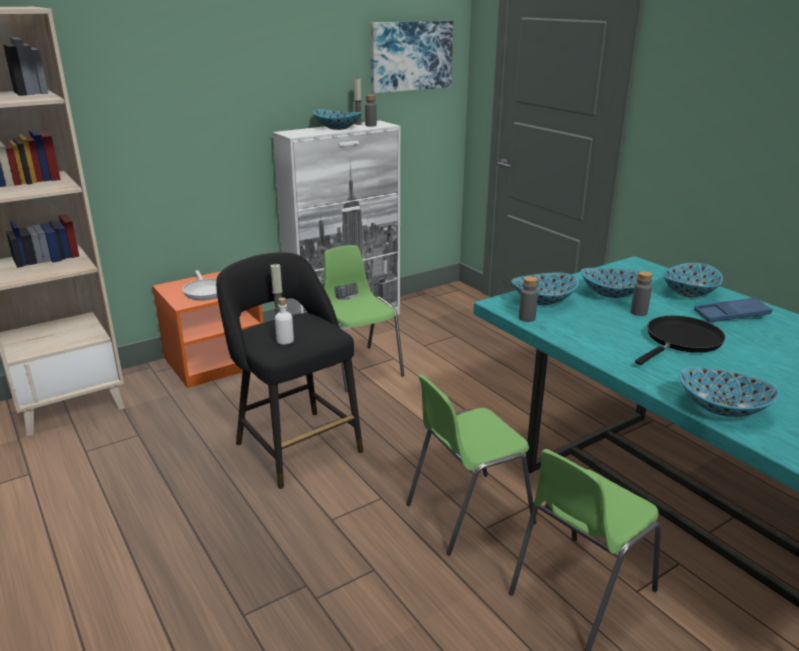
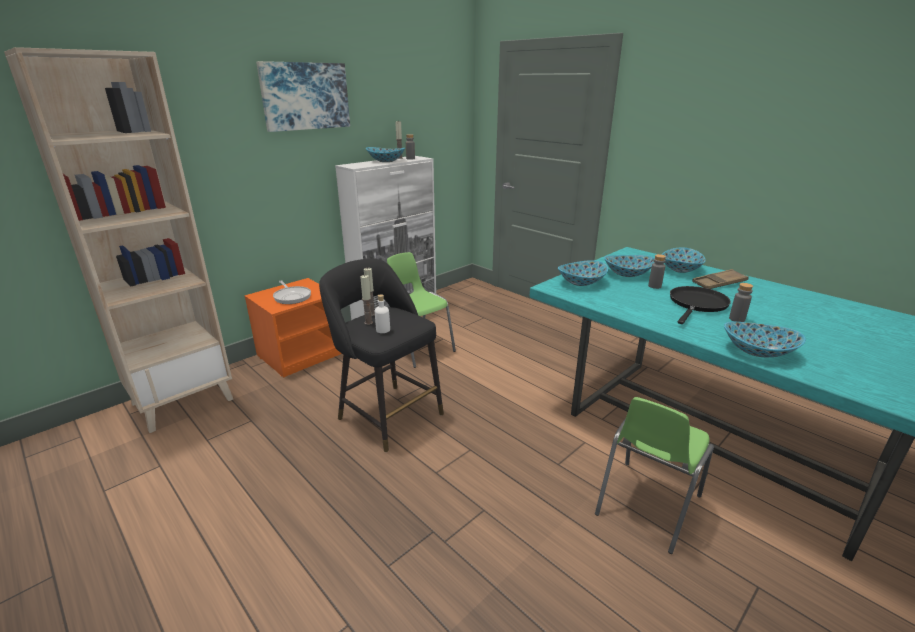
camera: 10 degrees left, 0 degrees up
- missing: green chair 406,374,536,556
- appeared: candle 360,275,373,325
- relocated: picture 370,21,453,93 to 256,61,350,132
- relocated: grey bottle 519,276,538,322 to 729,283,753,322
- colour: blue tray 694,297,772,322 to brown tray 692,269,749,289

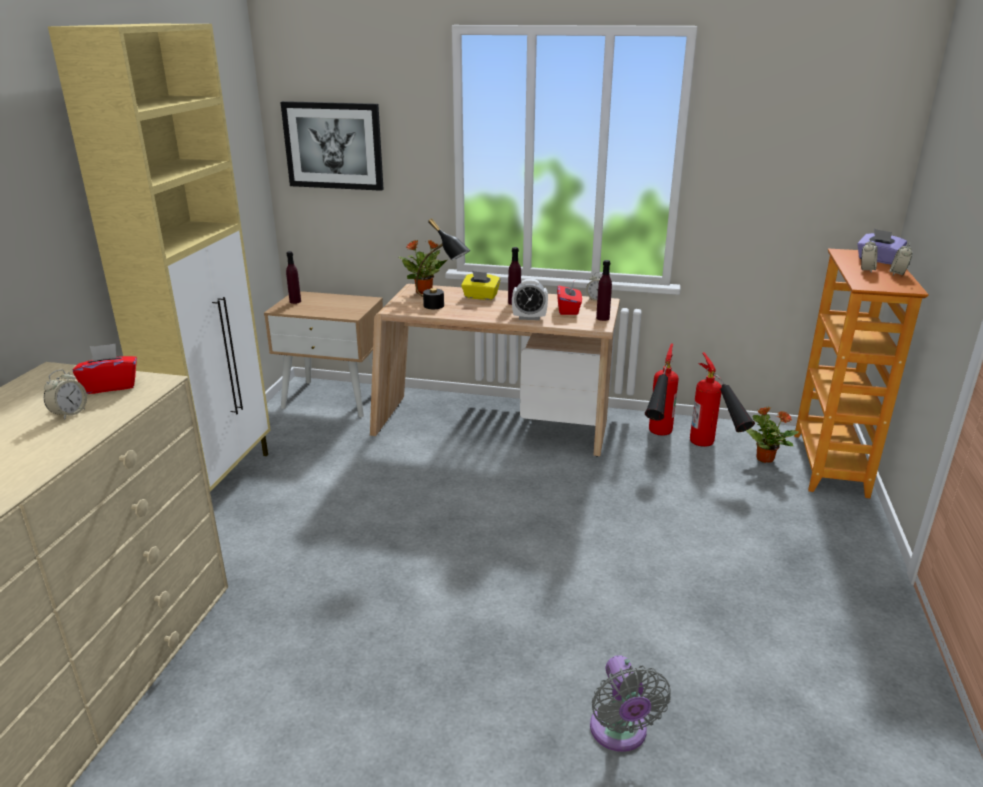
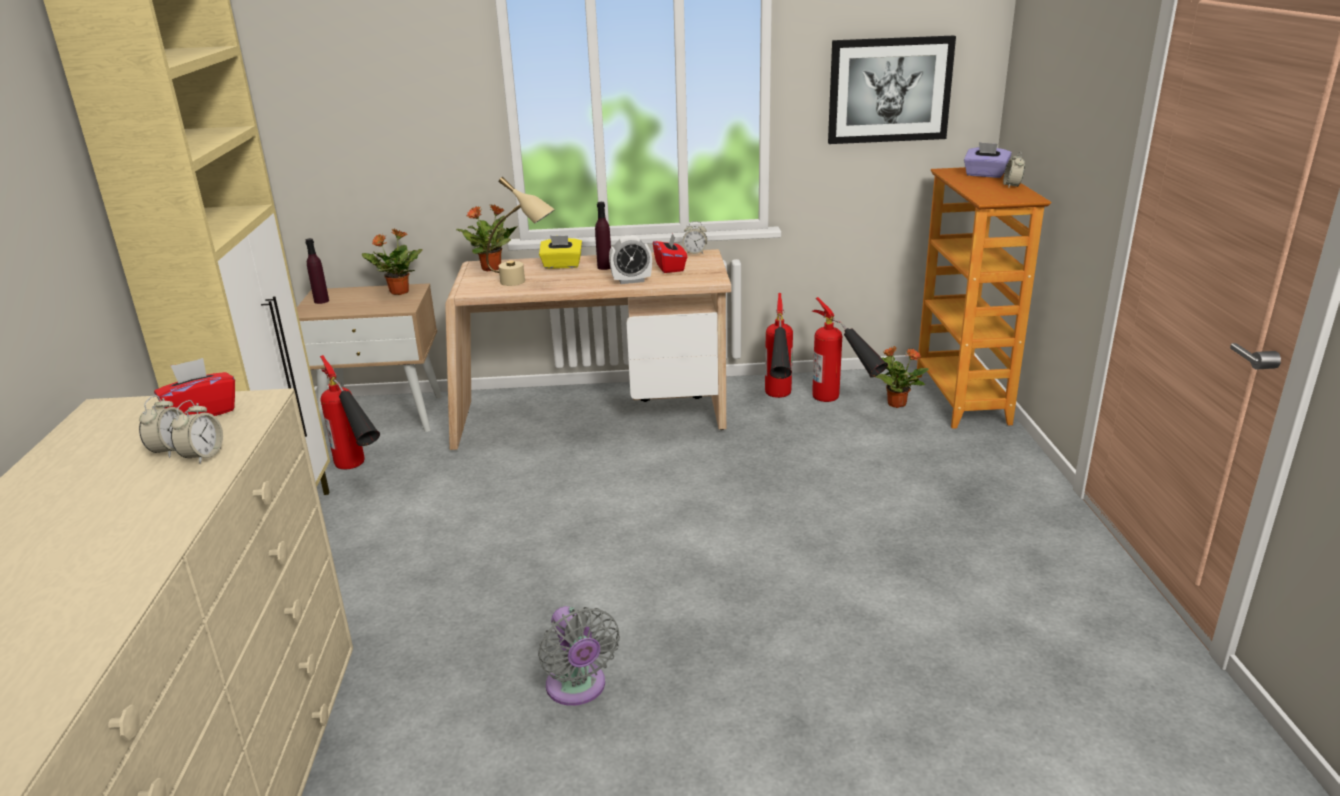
camera: 15 degrees left, 0 degrees up
- missing: purple bottle 596,260,612,321
- appeared: fire extinguisher 320,355,380,469
- appeared: potted plant 362,229,423,295
- relocated: picture 280,101,384,191 to 828,36,956,144
- relocated: grey fan 590,655,671,752 to 538,606,620,706
- relocated: alarm clock 861,238,878,272 to 171,400,223,464
- colour: black table lamp 416,218,470,309 to beige table lamp 486,177,555,286

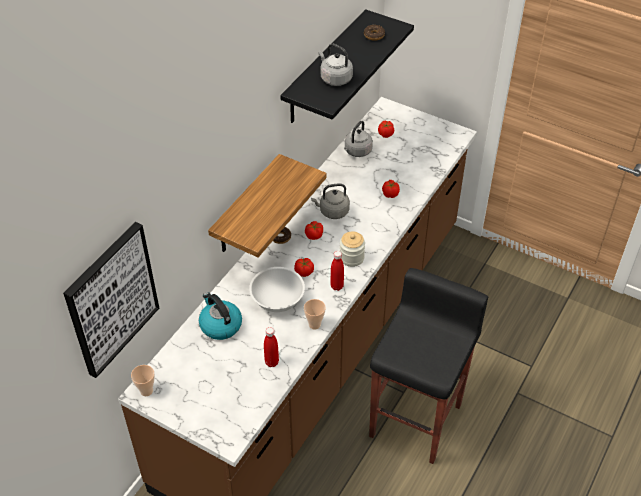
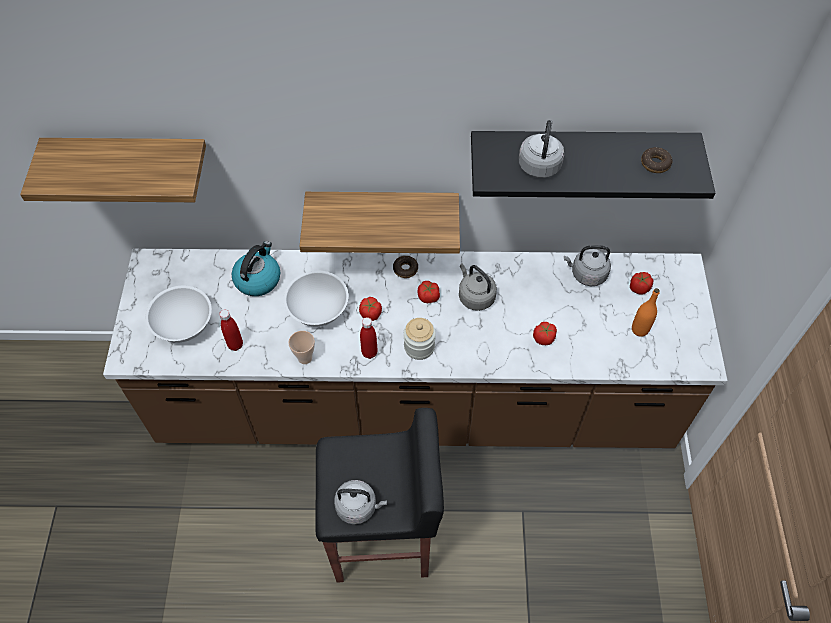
camera: 60 degrees right, 10 degrees up
- missing: cup 131,365,155,396
- appeared: white bowl 145,286,212,343
- appeared: grey kettle 334,480,387,524
- appeared: orange bottle 632,288,660,337
- exchanged: picture 63,222,159,378 to shelf 20,138,206,202

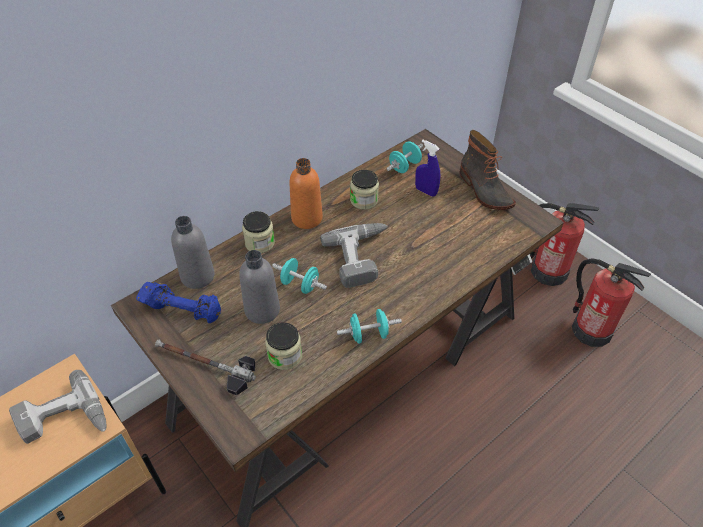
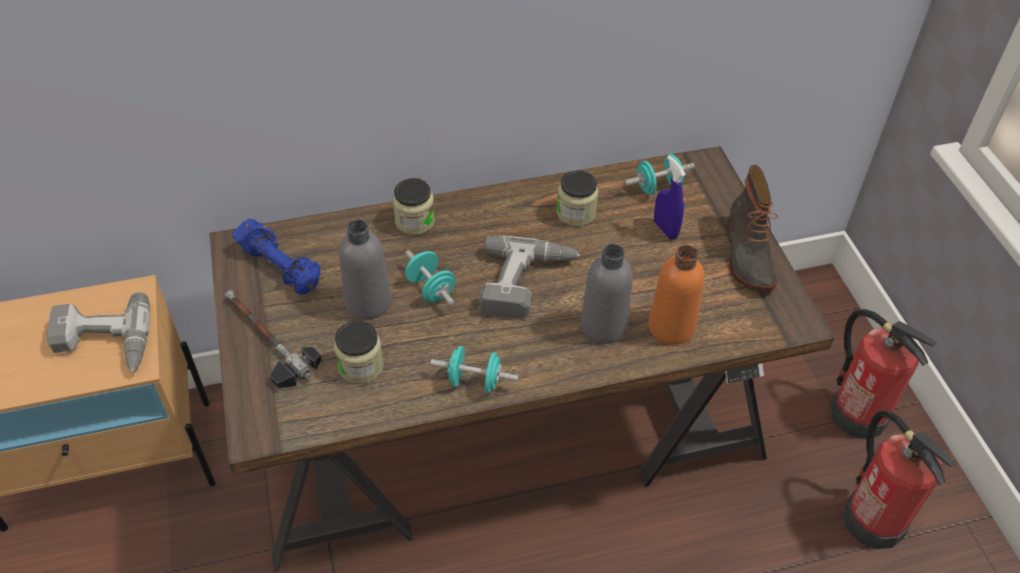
camera: 25 degrees right, 0 degrees up
- relocated: grey bottle 171,216,214,289 to 580,244,633,344
- relocated: orange bottle 289,158,323,229 to 648,245,705,345

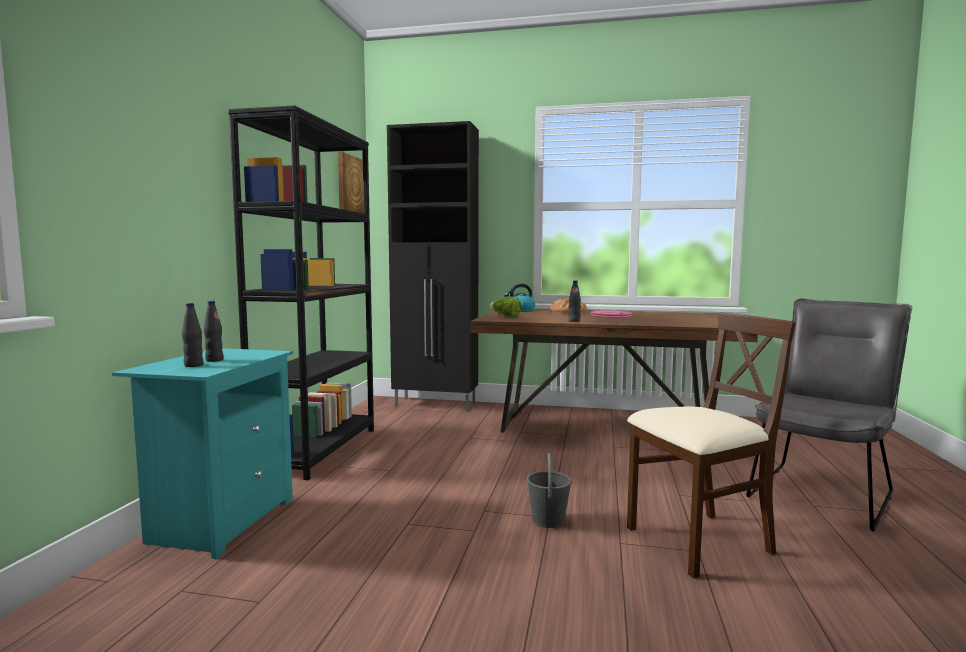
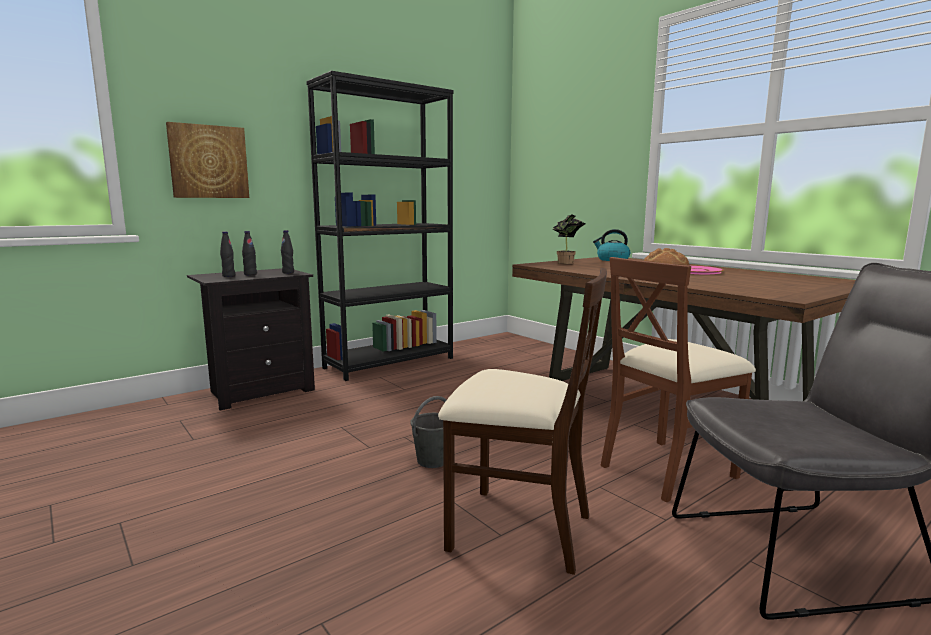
camera: 40 degrees right, 5 degrees up
- missing: black cabinet 387,121,479,411
- appeared: brown chair 601,257,756,502
- relocated: picture 338,152,364,213 to 166,122,249,198
- relocated: black bottle 568,280,581,322 to 281,230,294,273
- exchanged: lettuce 489,297,522,317 to potted plant 553,214,585,264
- colour: turquoise nightstand 112,348,293,559 to black nightstand 187,268,315,411

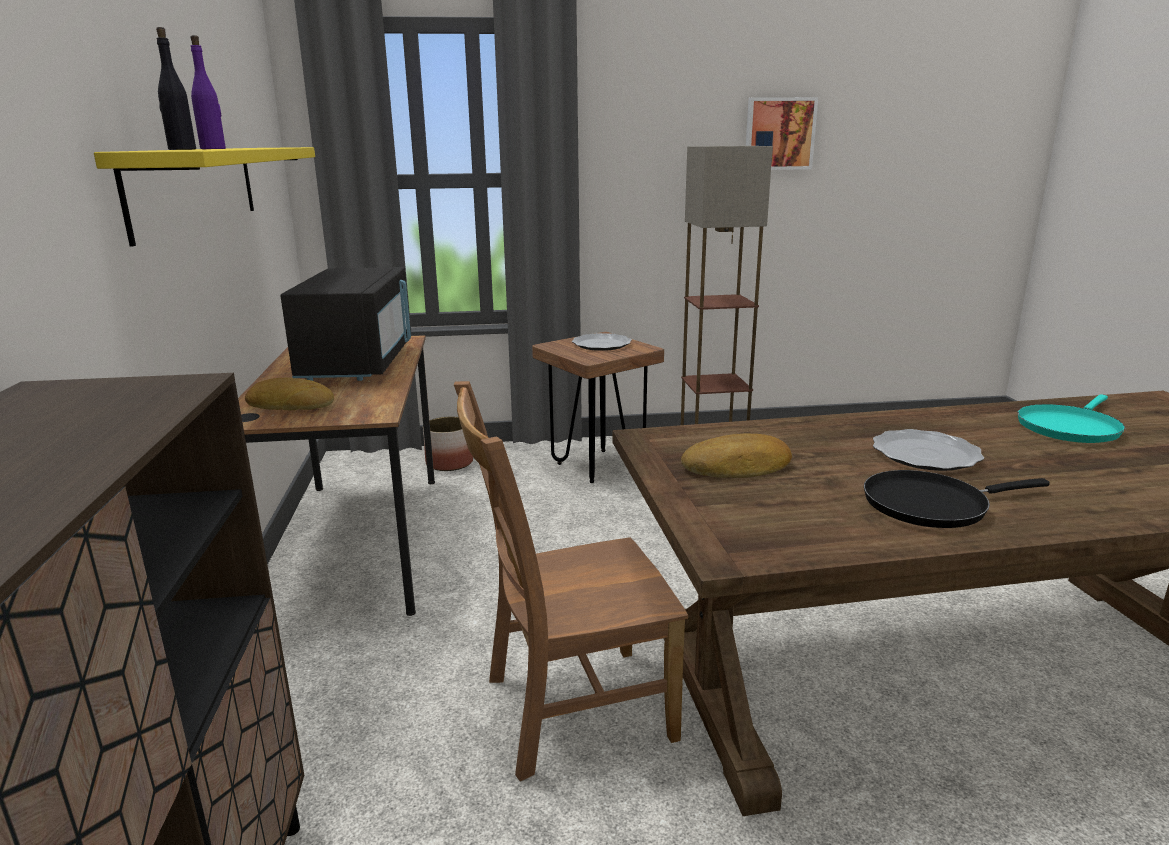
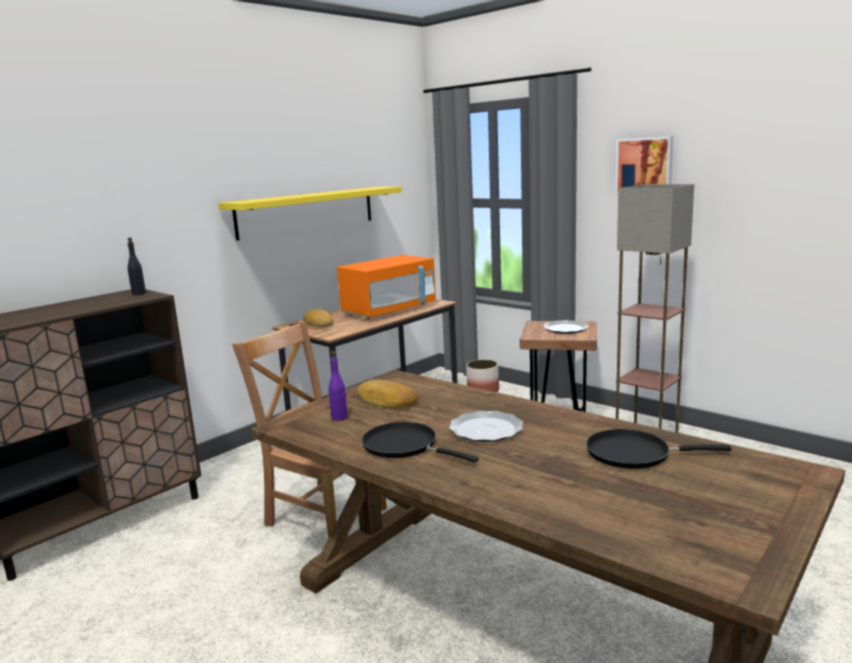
camera: 50 degrees right, 5 degrees down
- relocated: black bottle 156,27,196,150 to 128,237,146,295
- relocated: purple bottle 190,35,226,149 to 329,351,348,421
- relocated: picture 746,97,818,170 to 615,136,673,195
- colour: black microwave 281,267,411,381 to orange microwave 337,255,436,319
- colour: turquoise frying pan 1018,394,1125,443 to black frying pan 586,429,731,469

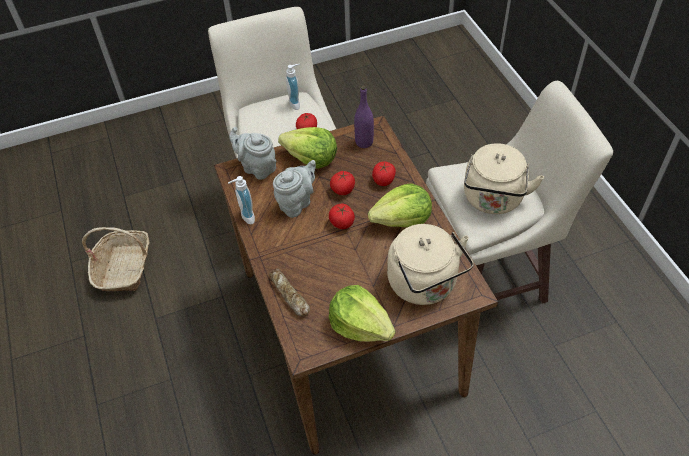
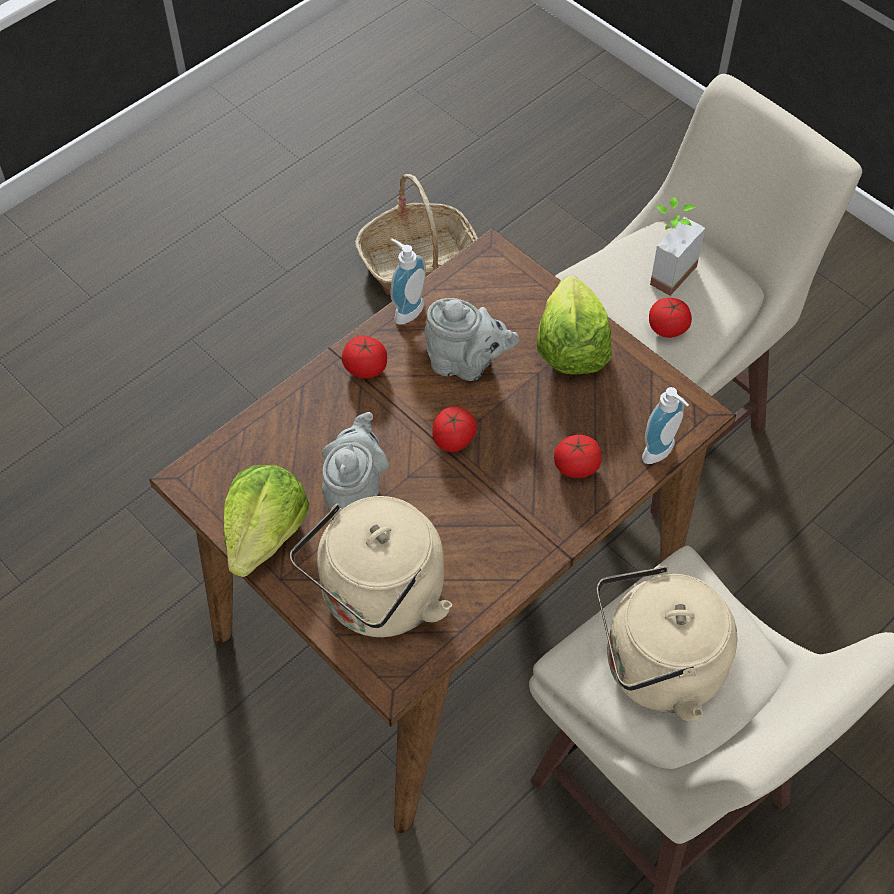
camera: 65 degrees right, 5 degrees up
- missing: bread 269,268,310,317
- missing: purple bottle 354,86,374,148
- missing: lettuce 368,183,432,228
- appeared: potted plant 650,197,705,296
- relocated: grey teapot 229,127,276,180 to 322,412,389,518
- relocated: soap dispenser 286,64,300,110 to 642,387,689,464
- relocated: tomato 330,171,355,195 to 342,335,387,378

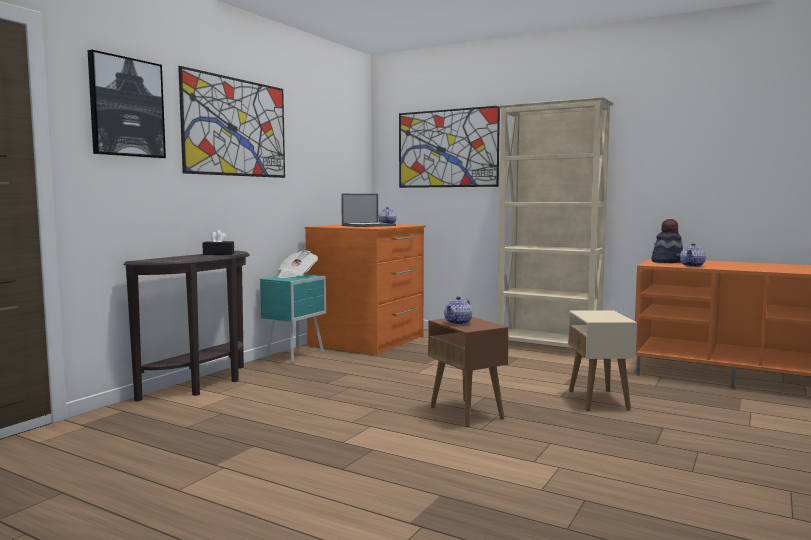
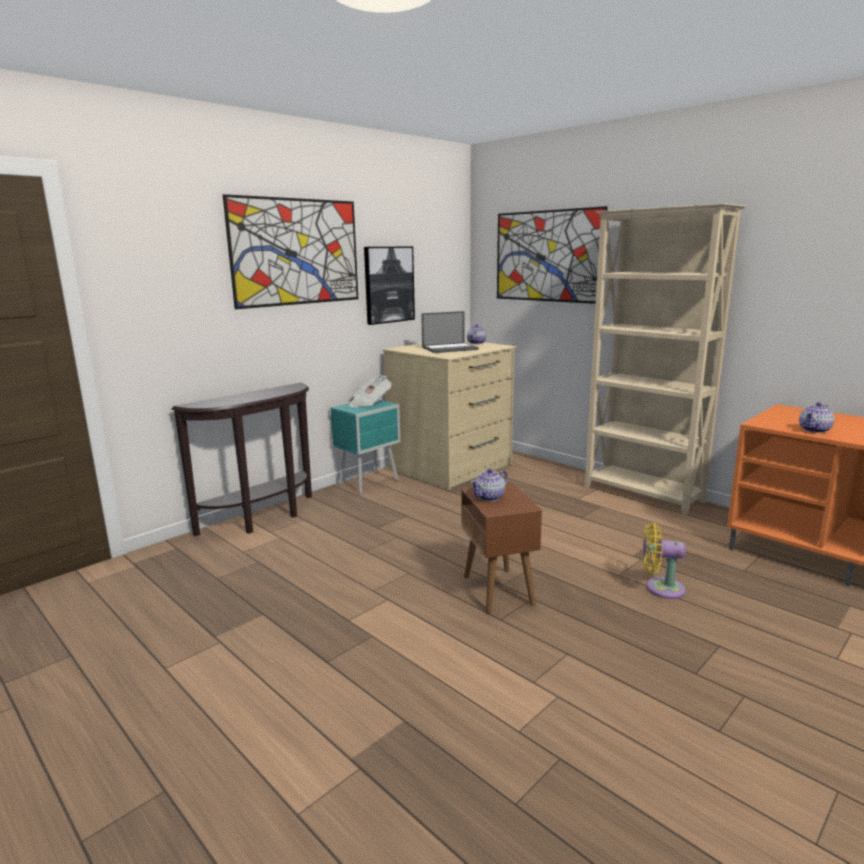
camera: 15 degrees right, 10 degrees up
- missing: black tissue box 202,230,234,255
- missing: hat 651,219,683,263
- relocated: picture 88,50,166,158 to 364,246,415,325
- exchanged: beige side table 568,310,637,411 to yellow fan 643,523,686,599
- colour: orange dresser 305,224,426,356 to beige dresser 383,340,517,490

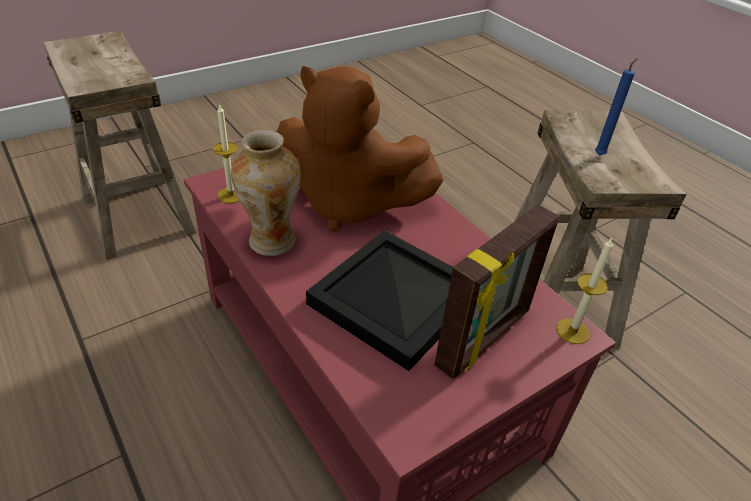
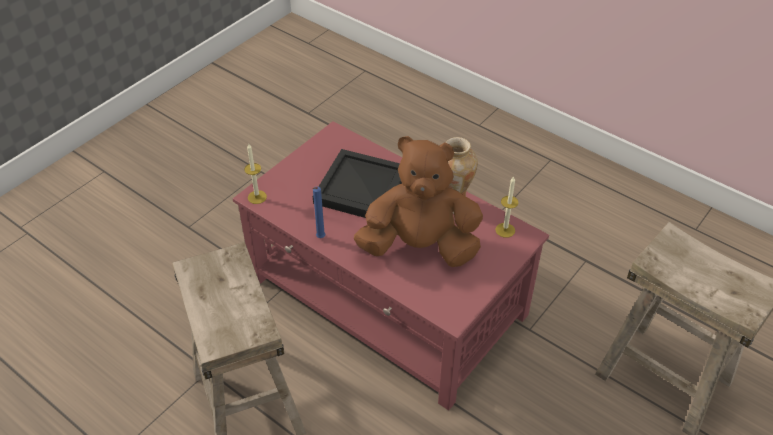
camera: 165 degrees right, 5 degrees up
- missing: picture frame 434,205,559,379
- relocated: blue candle 595,58,638,156 to 313,187,326,238

